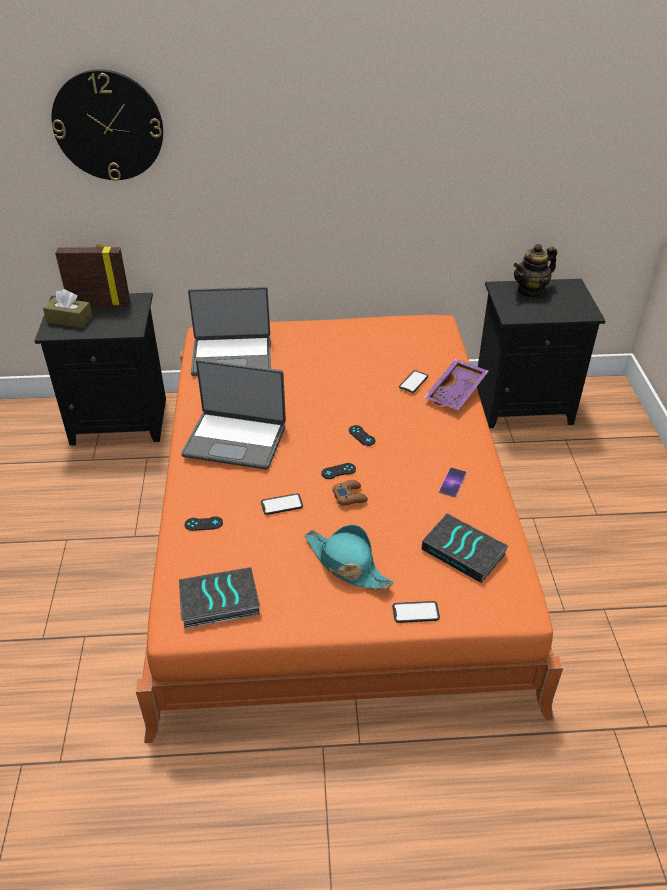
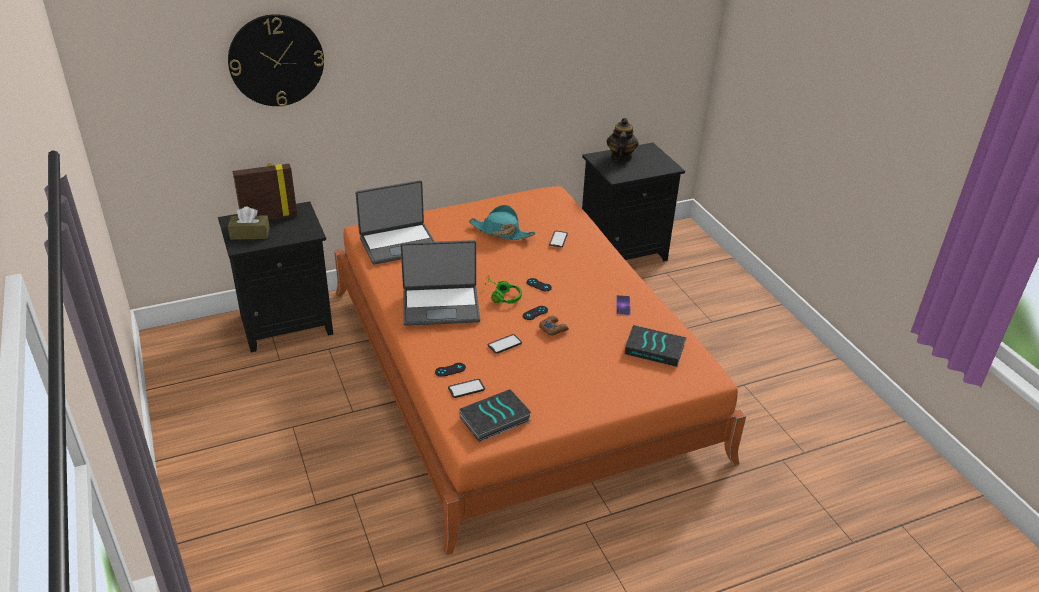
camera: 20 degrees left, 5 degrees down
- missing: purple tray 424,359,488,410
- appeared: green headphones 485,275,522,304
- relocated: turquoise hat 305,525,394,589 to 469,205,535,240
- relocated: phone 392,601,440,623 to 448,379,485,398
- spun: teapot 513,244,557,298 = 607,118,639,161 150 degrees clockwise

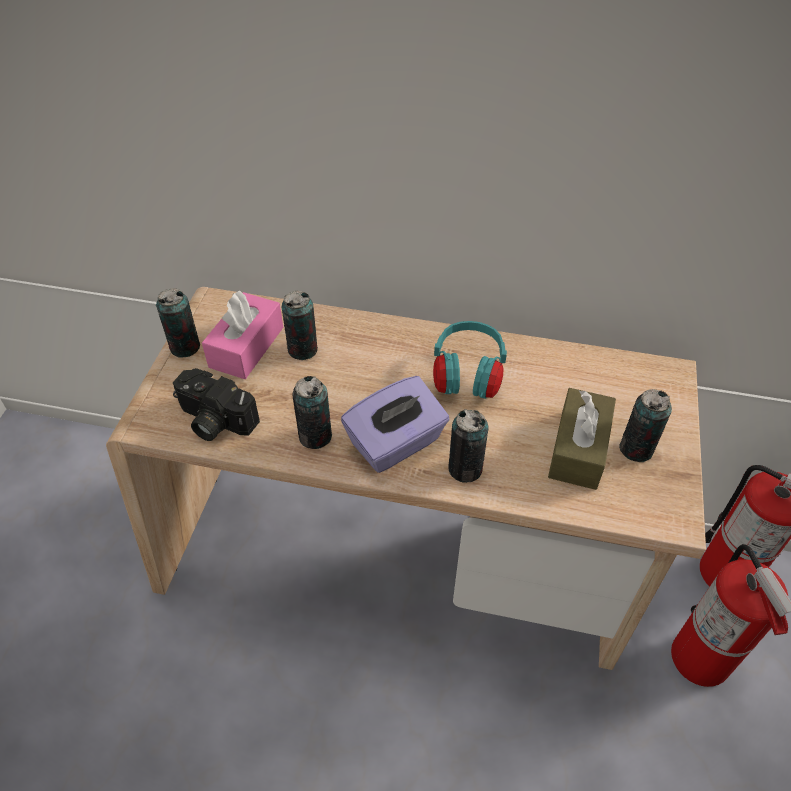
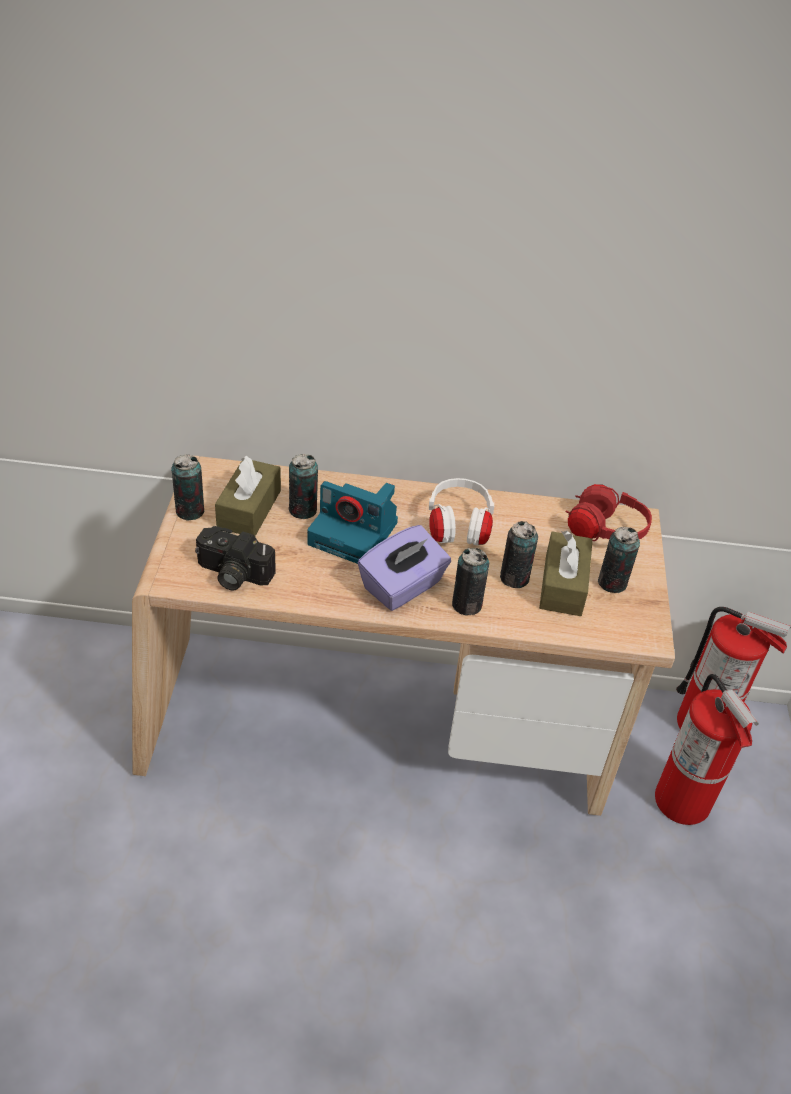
camera: 10 degrees left, 5 degrees down
- appeared: photo camera 307,481,398,564
- appeared: red headphones 566,484,652,541
- relocated: can 292,376,332,449 to 500,521,538,588
- colour: pink tissue box 202,291,283,379 to brown tissue box 215,456,281,536
- colour: turquoise headphones 433,321,507,399 to white headphones 429,478,494,546

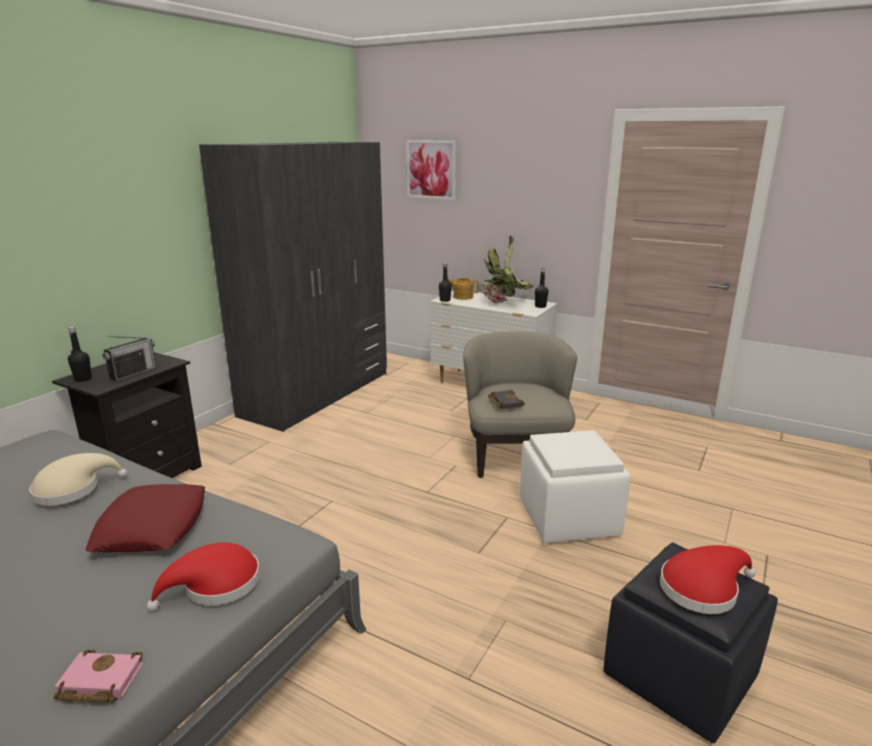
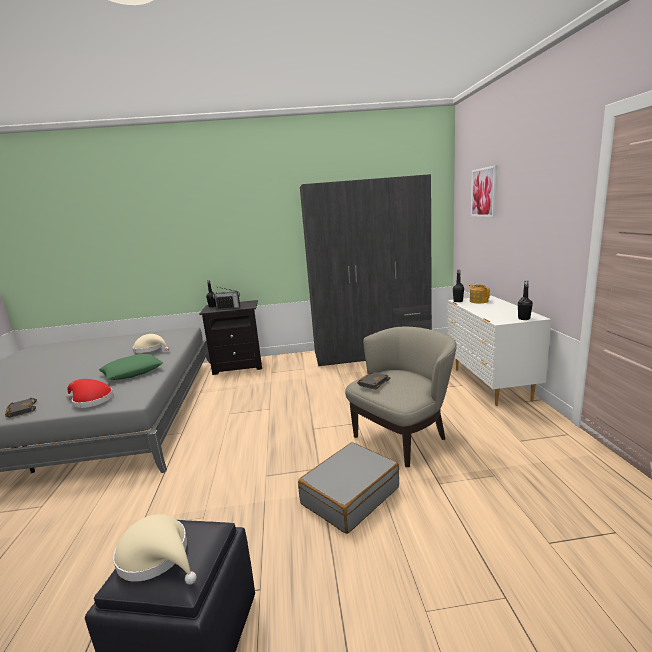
camera: 55 degrees right, 5 degrees down
- missing: potted plant 481,235,533,303
- exchanged: white ottoman 520,430,631,543 to grey suitcase 298,442,399,534
- colour: pink book 53,650,143,703 to black book 5,398,37,418
- colour: red pillow 86,484,205,552 to green pillow 99,354,163,380
- colour: red hat 660,545,756,614 to beige hat 113,514,196,585

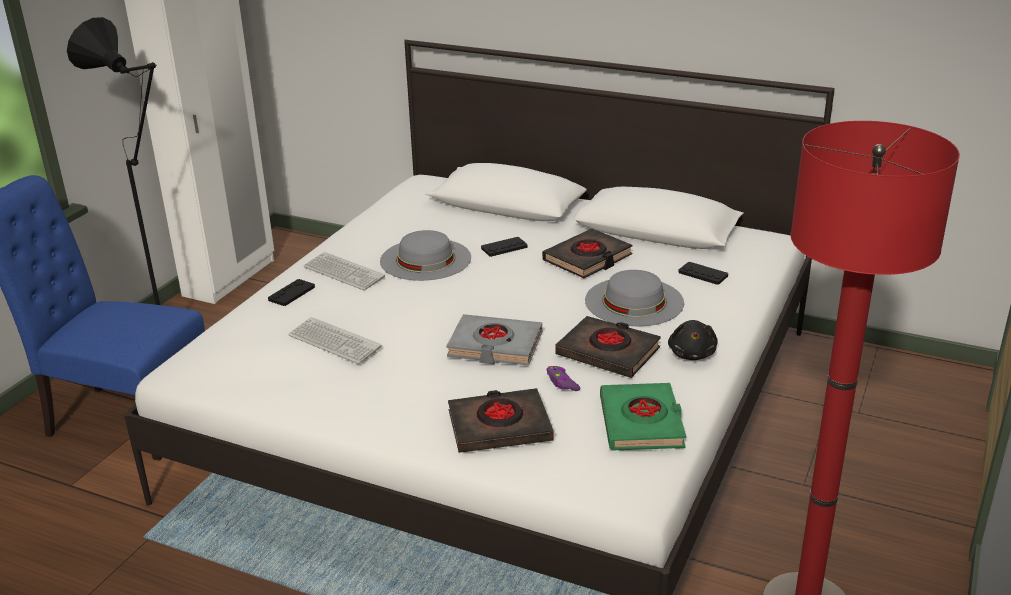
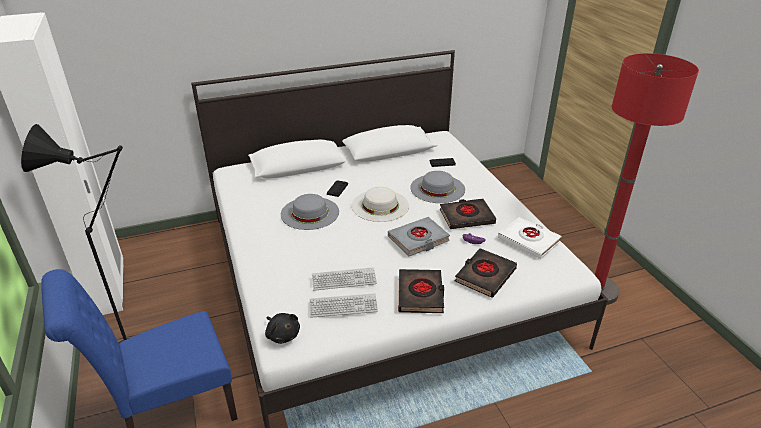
camera: 45 degrees left, 5 degrees up
- missing: black game controller 268,279,315,306
- appeared: white hat 352,187,409,222
- relocated: keyboard 303,252,385,290 to 310,293,378,318
- relocated: black book 542,229,633,278 to 398,269,444,313
- relocated: black plush toy 668,320,718,360 to 265,313,300,344
- colour: green book 600,383,686,451 to white book 498,217,562,259

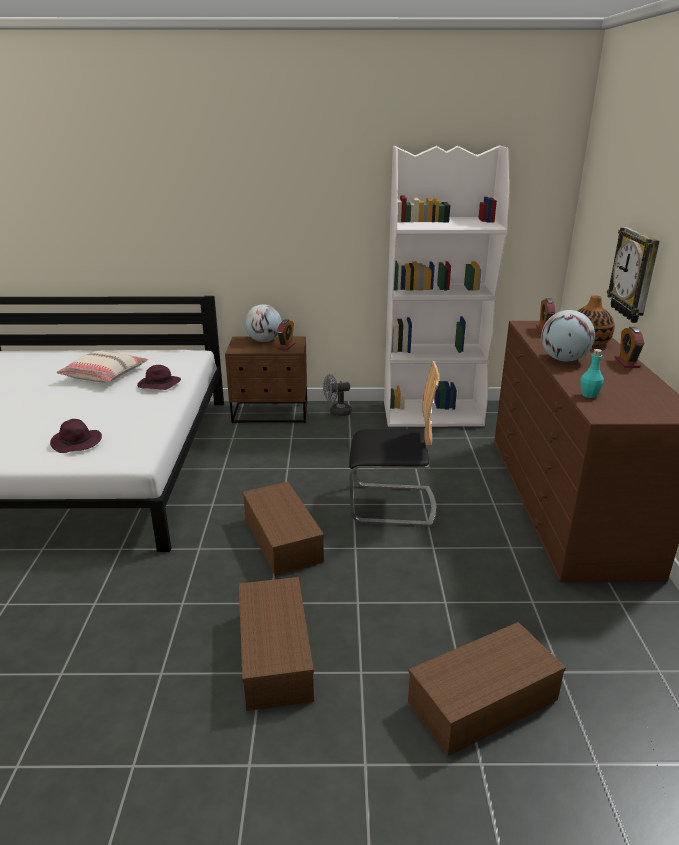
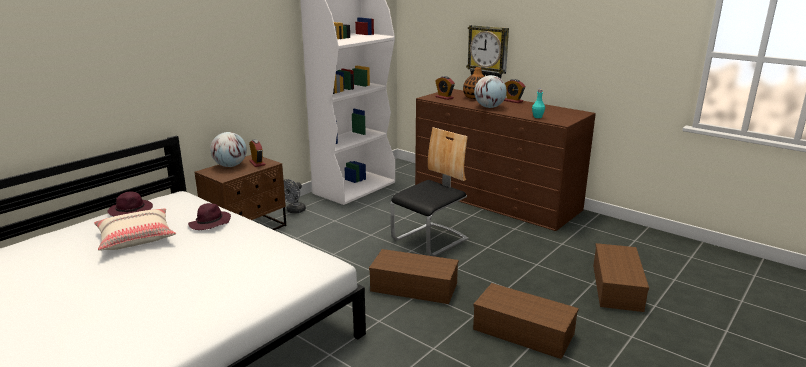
camera: 50 degrees left, 5 degrees down
- relocated: purple hat 50,419,102,453 to 108,191,153,216

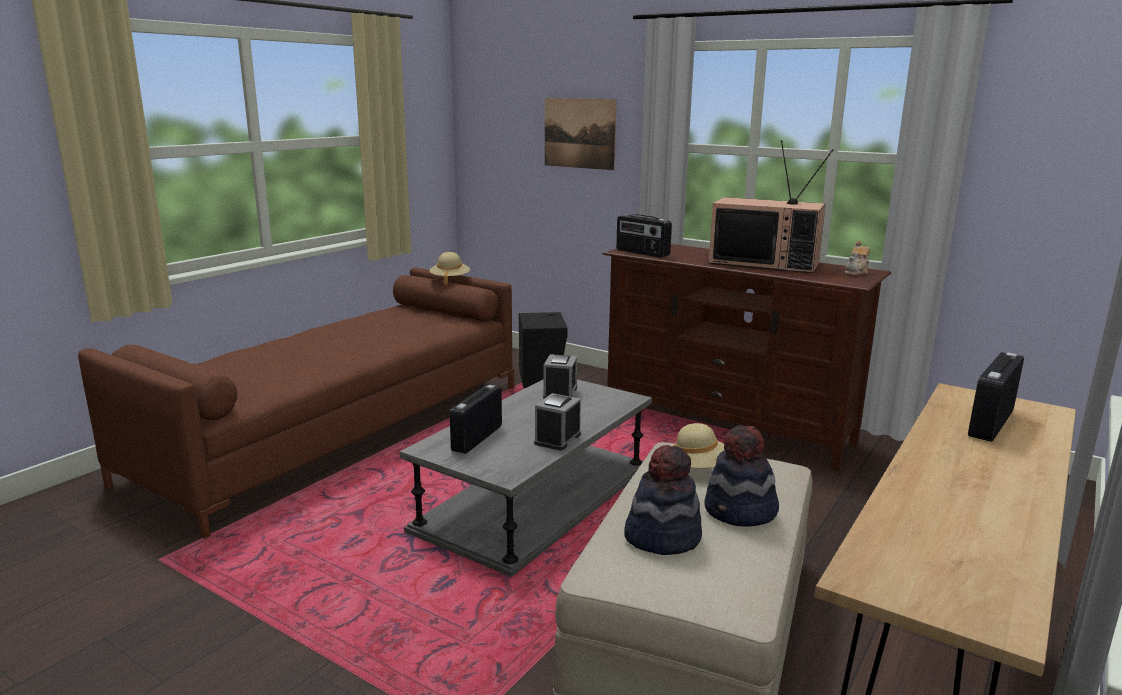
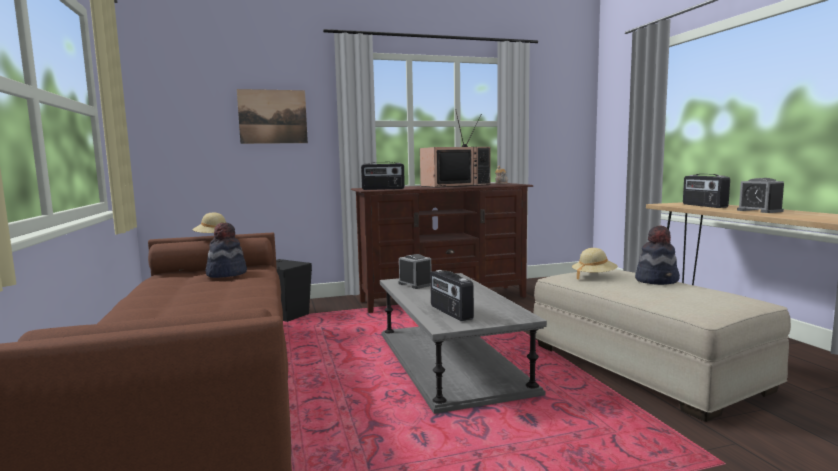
camera: 50 degrees left, 10 degrees down
- relocated: alarm clock 534,393,581,451 to 737,178,784,213
- relocated: hat 624,445,702,555 to 206,223,247,278

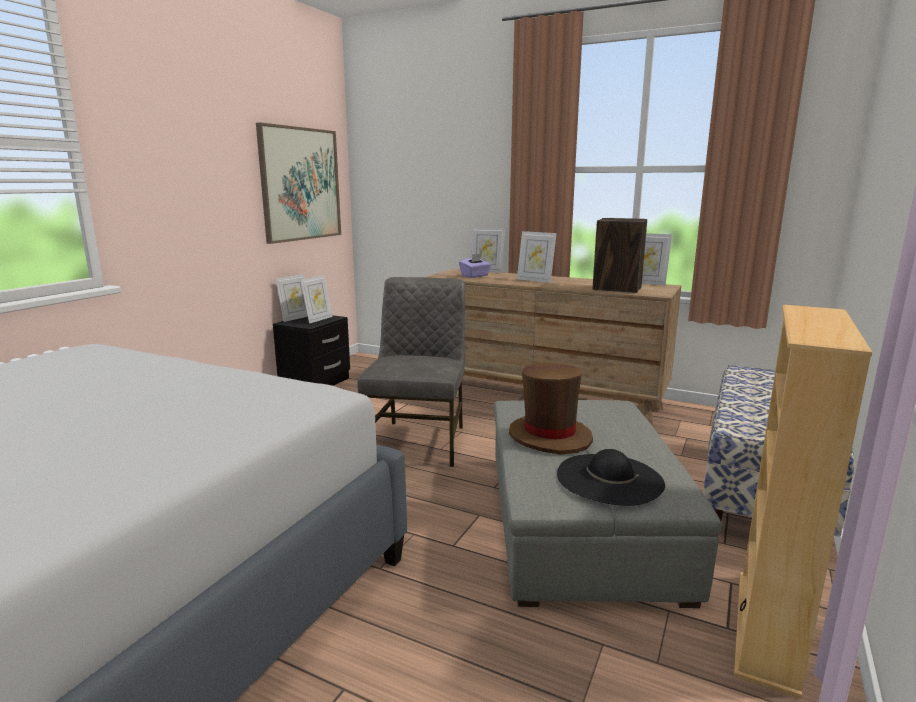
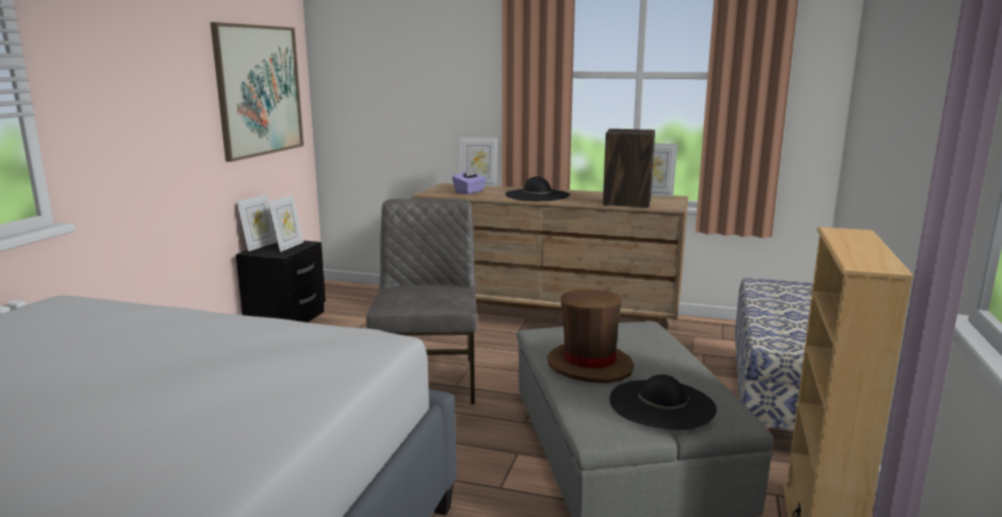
camera: 10 degrees left, 0 degrees up
- exchanged: picture frame 517,231,557,283 to black hat 505,176,570,201

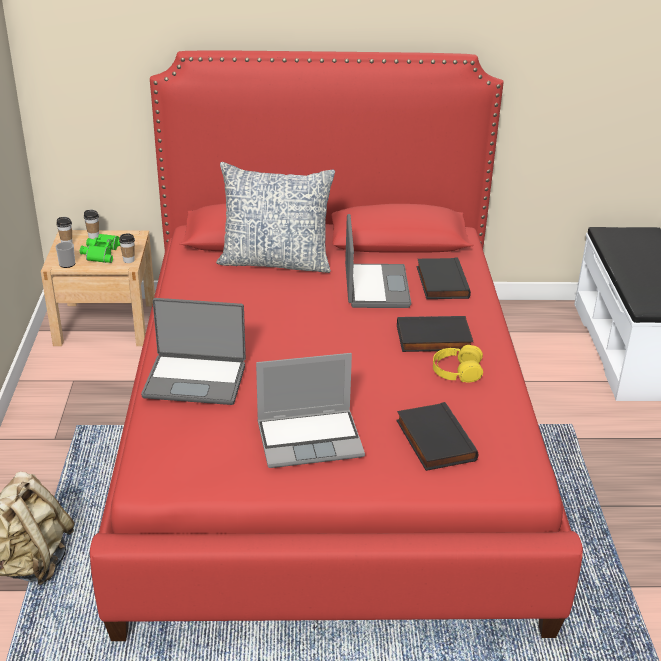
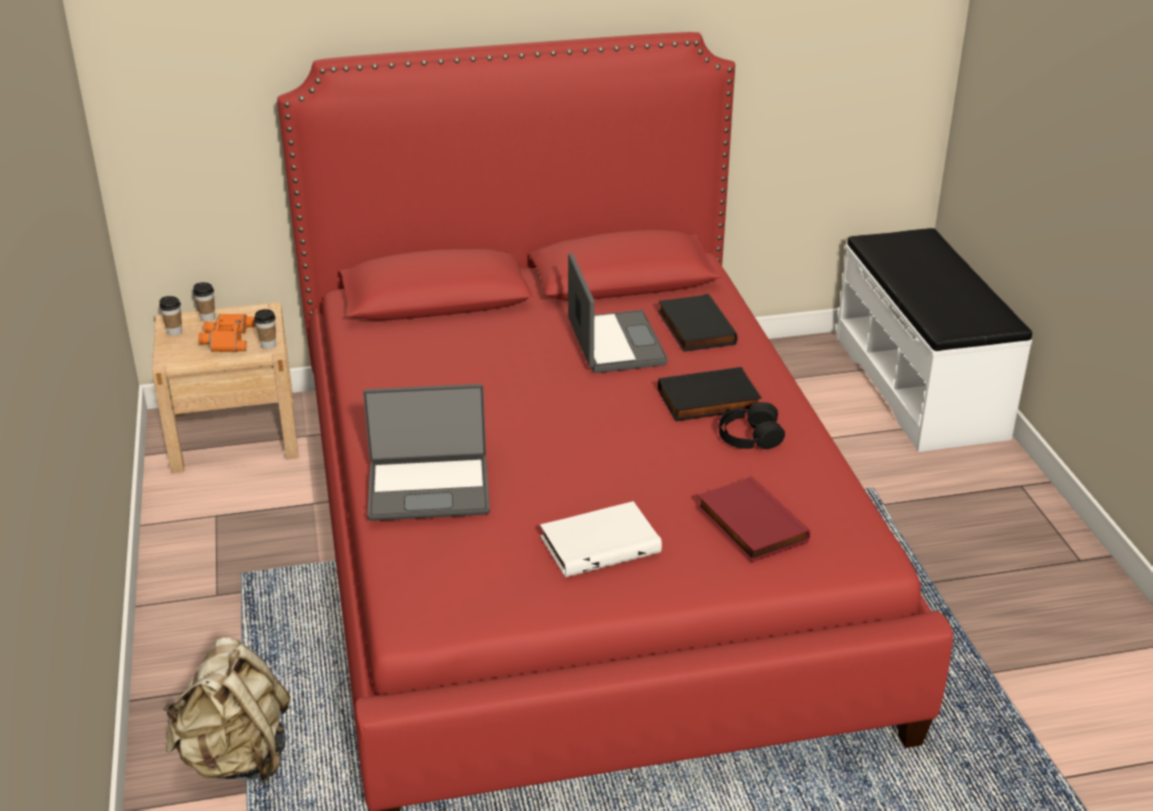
camera: 10 degrees left, 0 degrees up
- missing: mug 56,242,75,268
- missing: pillow 216,162,335,273
- exchanged: laptop 256,353,365,468 to white book 540,501,662,577
- colour: green binoculars 80,234,120,263 to orange binoculars 198,314,256,352
- colour: black book 396,402,478,471 to red book 697,476,810,562
- colour: yellow headphones 433,345,483,383 to black headphones 719,402,785,450

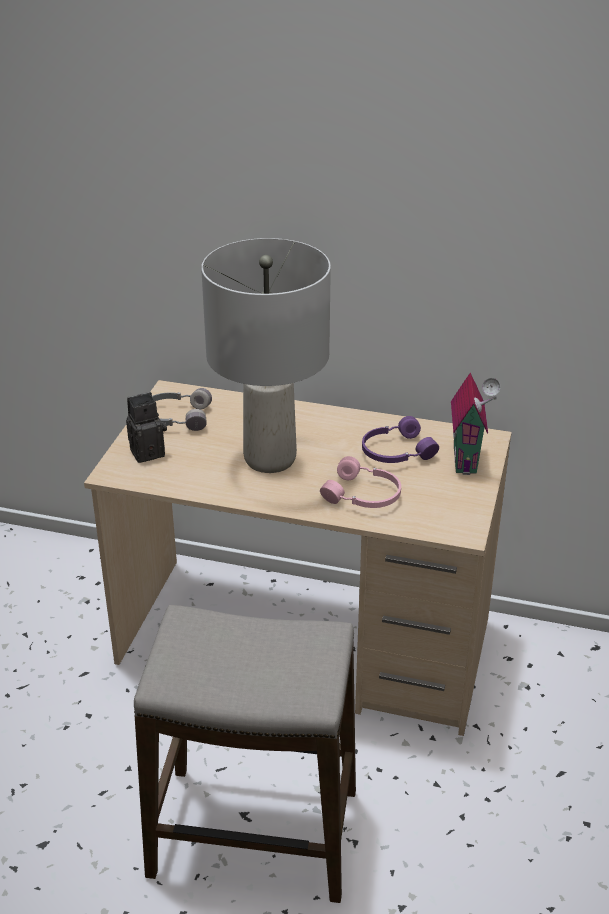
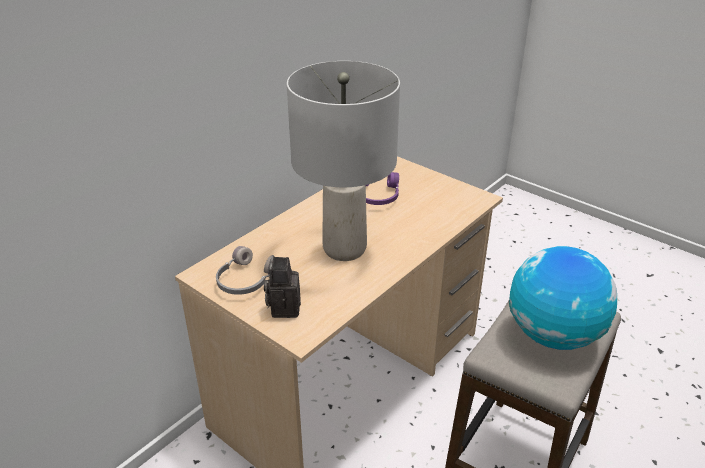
camera: 65 degrees left, 0 degrees up
- missing: pink headphones 320,456,401,508
- missing: toy house 451,373,500,475
- appeared: globe 509,246,617,350

